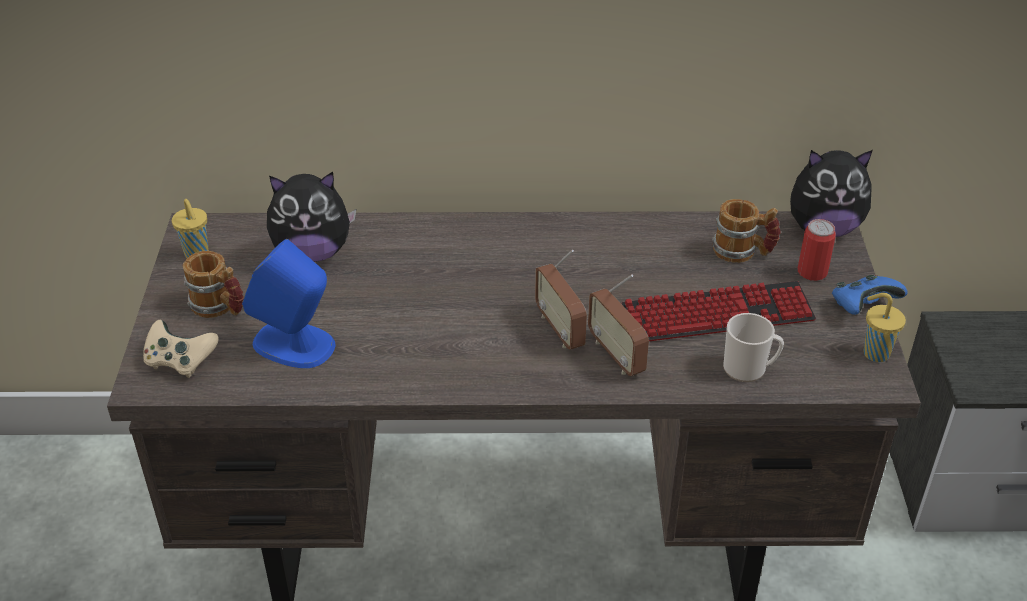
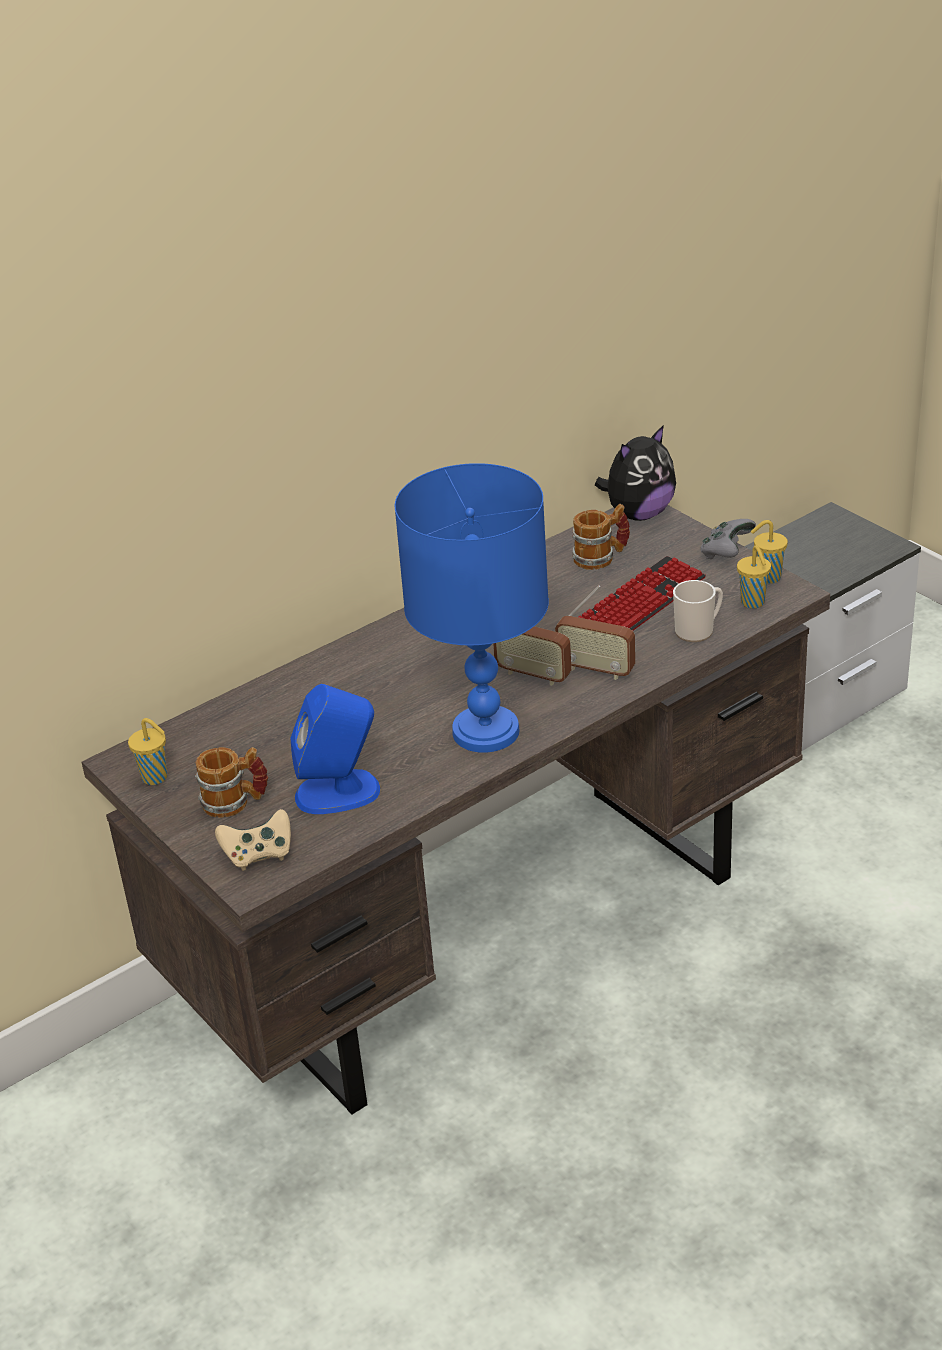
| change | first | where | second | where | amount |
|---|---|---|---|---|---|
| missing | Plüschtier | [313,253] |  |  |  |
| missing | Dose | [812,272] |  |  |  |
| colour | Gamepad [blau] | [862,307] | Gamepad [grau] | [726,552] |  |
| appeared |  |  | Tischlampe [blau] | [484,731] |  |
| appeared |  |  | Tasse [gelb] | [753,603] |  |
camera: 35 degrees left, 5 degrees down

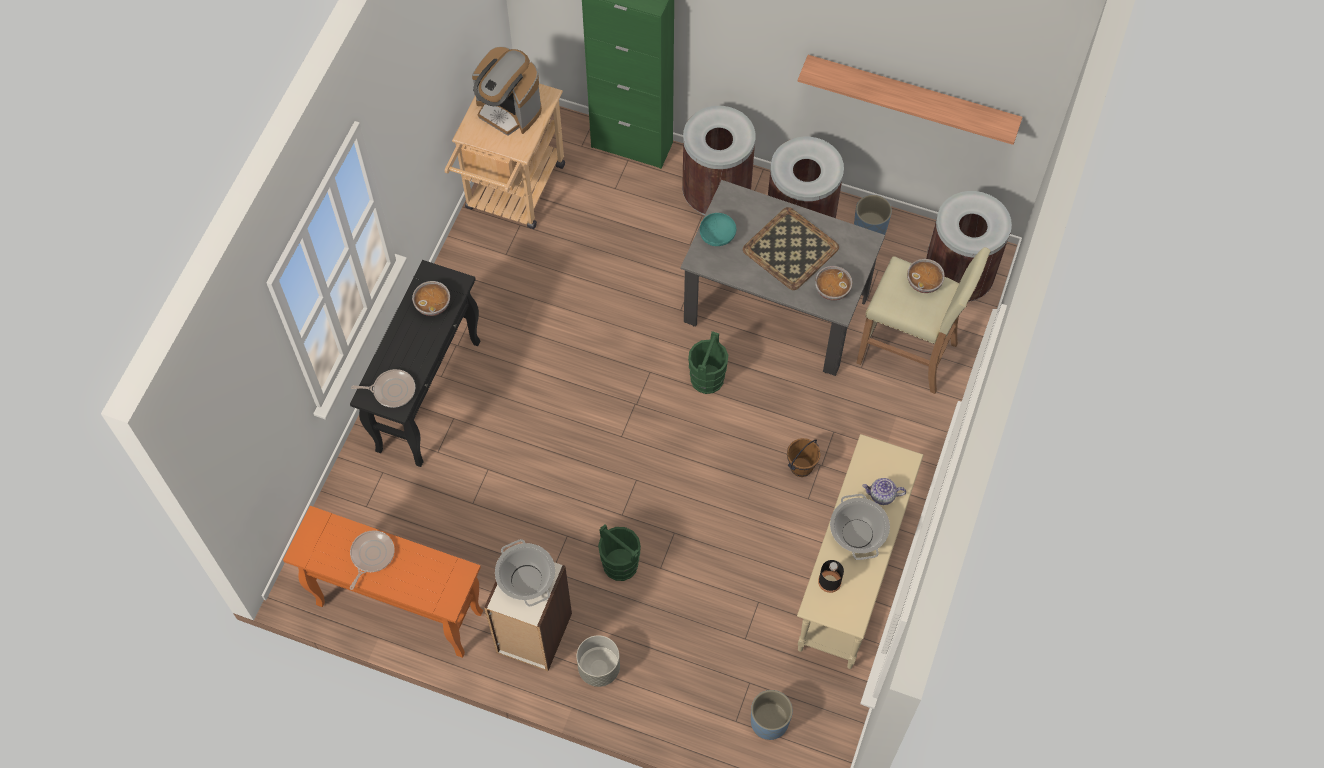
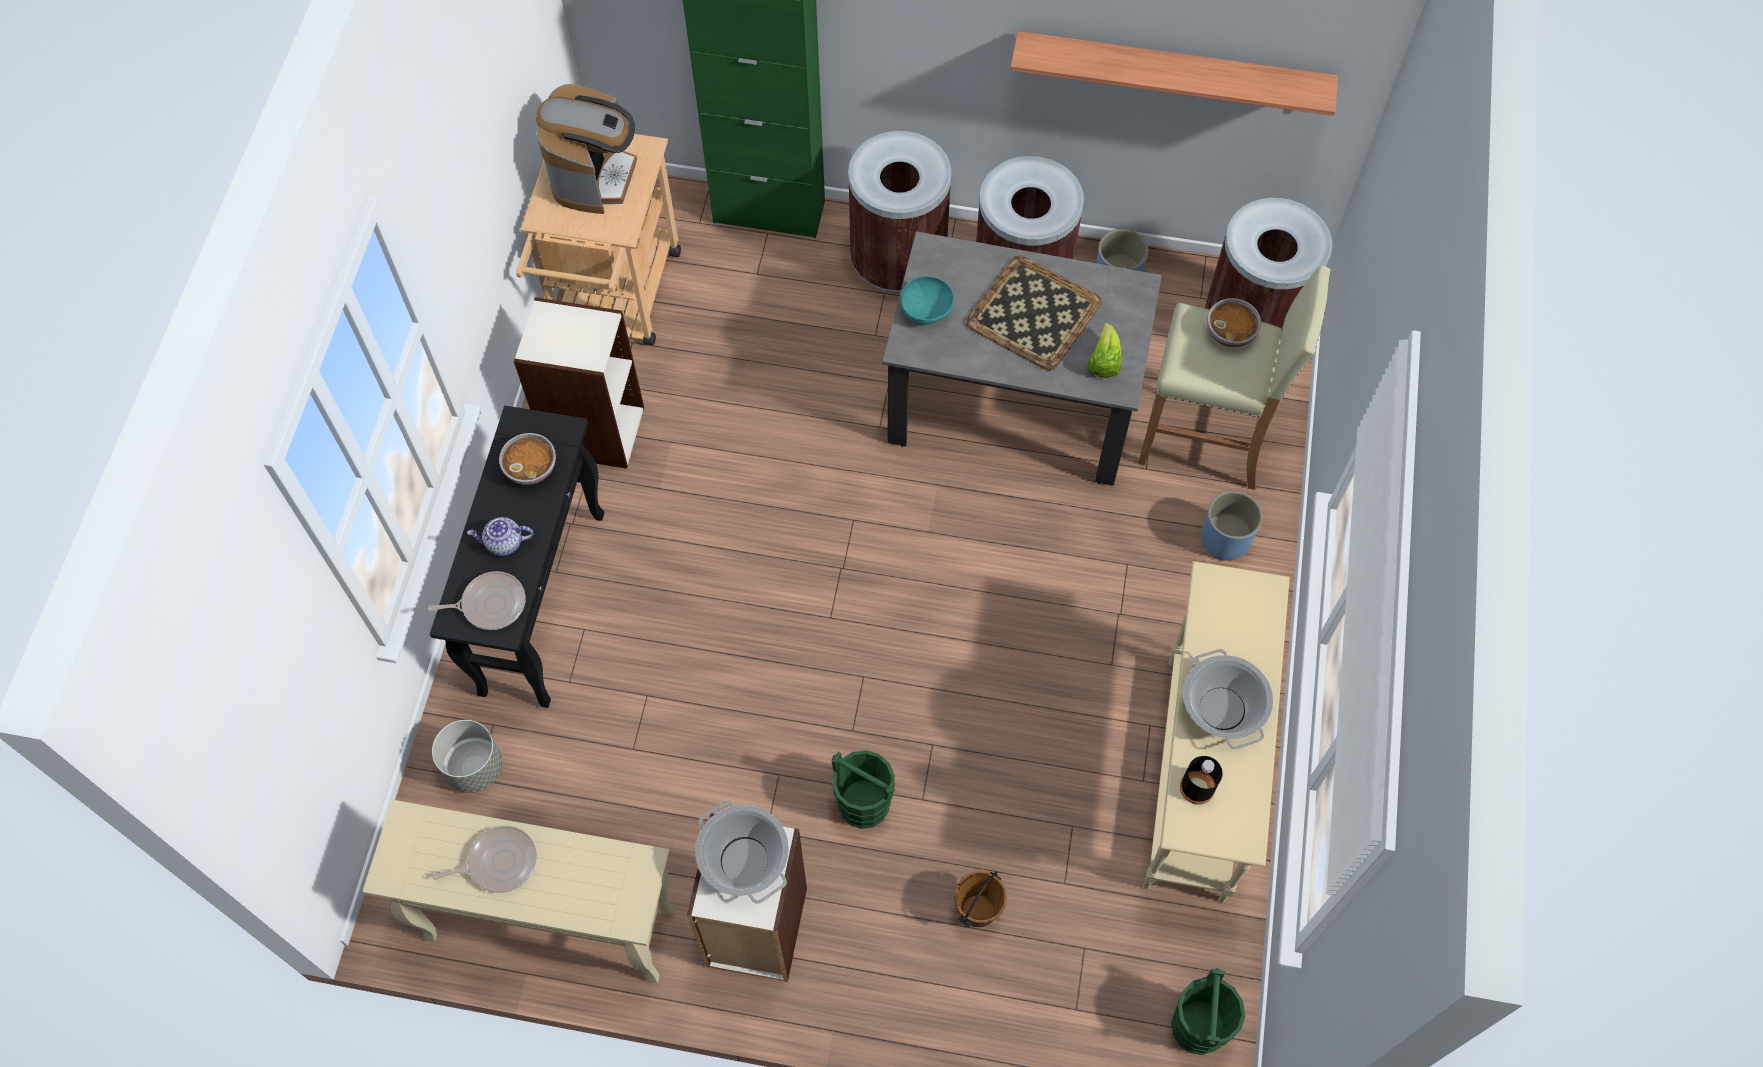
| change | first | where | second | where | amount |
|---|---|---|---|---|---|
| colour | Konsolentisch [orange] | [398,608] | Konsolentisch [beige] | [549,924] |  |
| spun | Pfanne | [371,555] |  | [499,862] | 60 degrees clockwise |
| spun | Kaffeemaschine | [508,110] |  | [595,177] | 105 degrees counterclockwise |
| relocated | Pflanzkübel [grau] | [598,668] |  | [473,768] |  |
| relocated | Eimer [grün] | [707,379] |  | [1198,1027] |  |
| relocated | Pflanzkübel [blau] | [769,722] |  | [1225,540] |  |
| relocated | Eimer [braun] | [801,467] |  | [978,911] |  |
| exchanged | Schüssel | [831,290] | Salatkopf | [1104,362] |  |
| relocated | Teekanne | [882,495] |  | [504,543] |  |
| appeared |  |  | Bücherregal | [594,431] |  |
camera: 10 degrees left, 0 degrees up

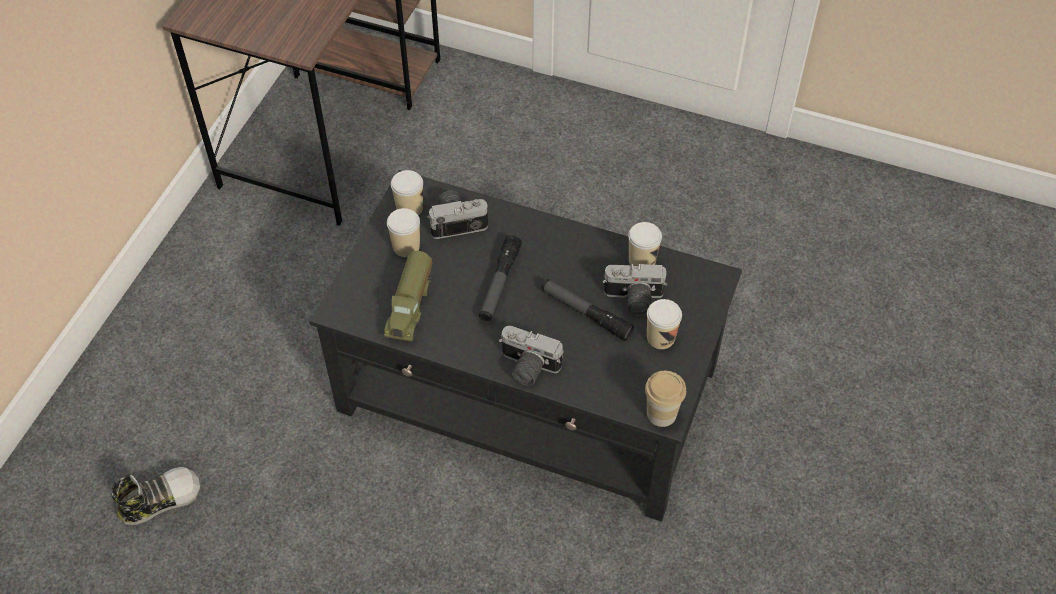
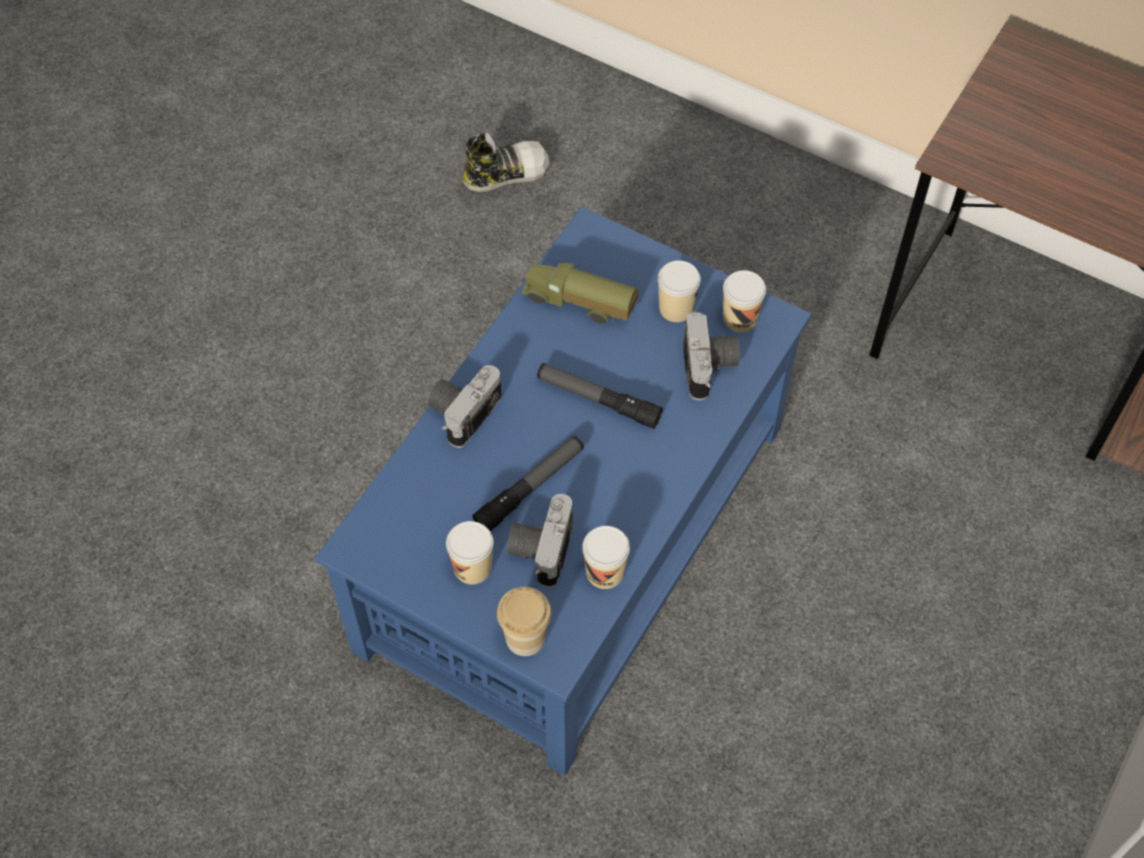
| change | first | where | second | where | amount |
|---|---|---|---|---|---|
| spun | Schuh | [159,500] |  | [505,172] | 90 degrees counterclockwise |
| colour | Couchtisch [schwarz] | [530,390] | Couchtisch [blau] | [572,537] |  |
| relocated | Tasse | [661,413] |  | [525,638] |  |
camera: 100 degrees right, 5 degrees up

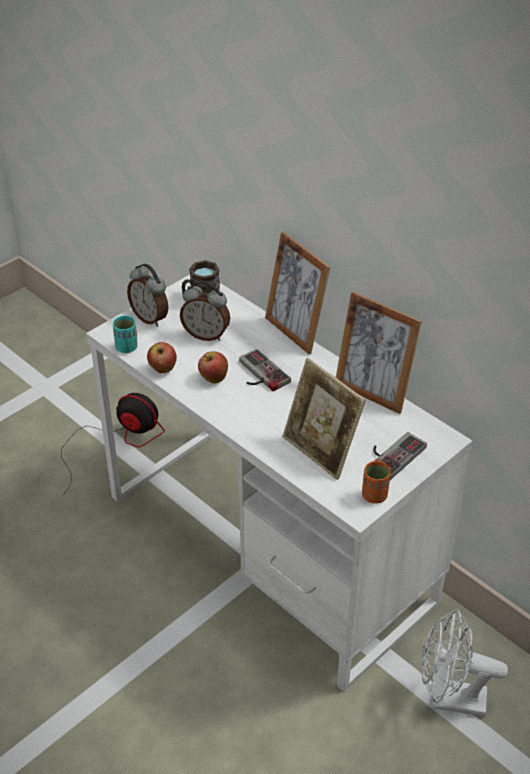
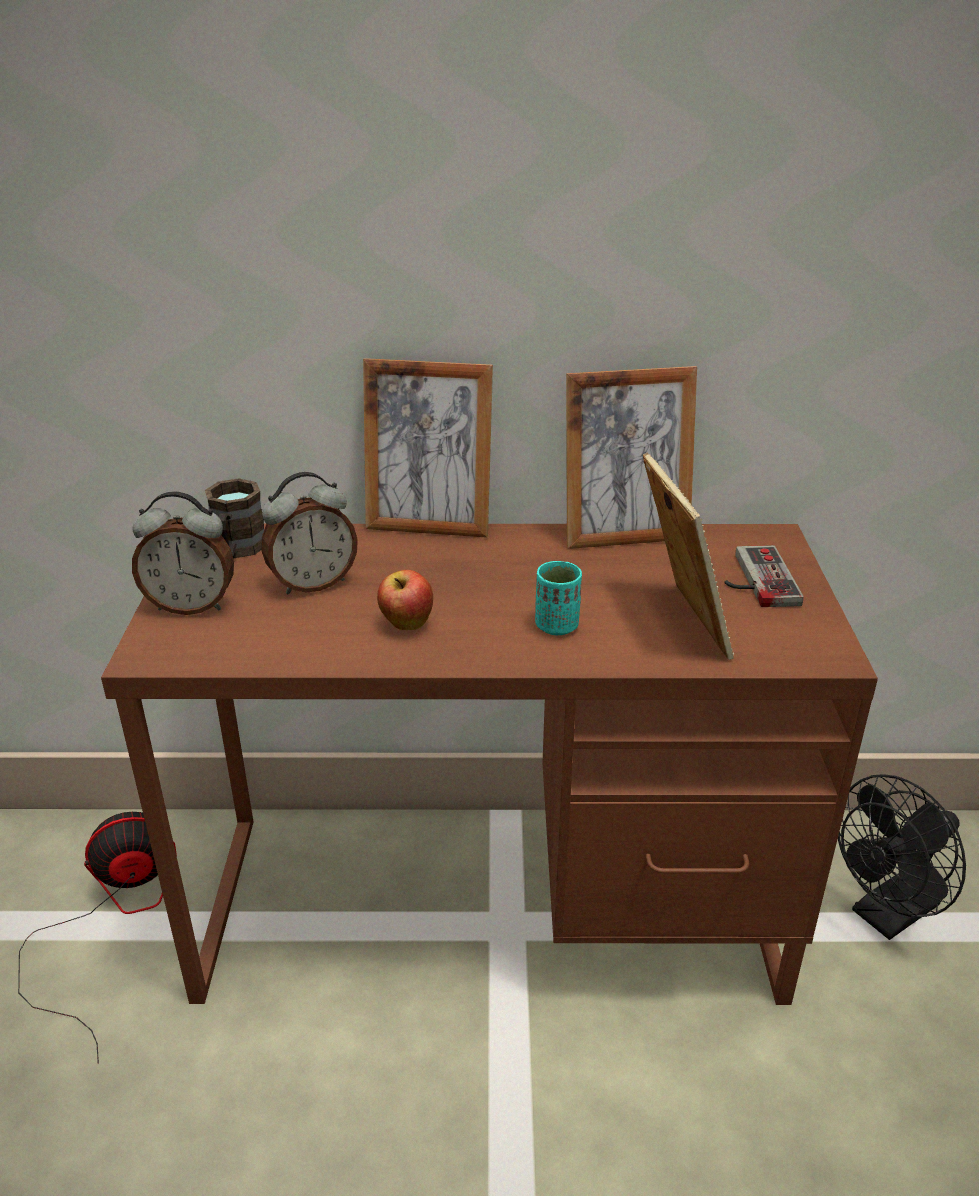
| change | first | where | second | where | amount |
|---|---|---|---|---|---|
| colour | Schreibtisch [weiß] | [268,548] | Schreibtisch [braun] | [491,906] |  |
| relocated | Tasse [türkis] | [126,347] |  | [557,626] |  |
| missing | Apfel | [163,369] |  |  |  |
| missing | Gamepad | [259,374] |  |  |  |
| spun | Bilderrahmen | [320,451] |  | [679,623] | 105 degrees counterclockwise |
| missing | Tasse [orange] | [374,496] |  |  |  |
| colour | Ventilator [weiß] | [449,699] | Ventilator [schwarz] | [887,916] |  |
camera: 45 degrees left, 10 degrees down

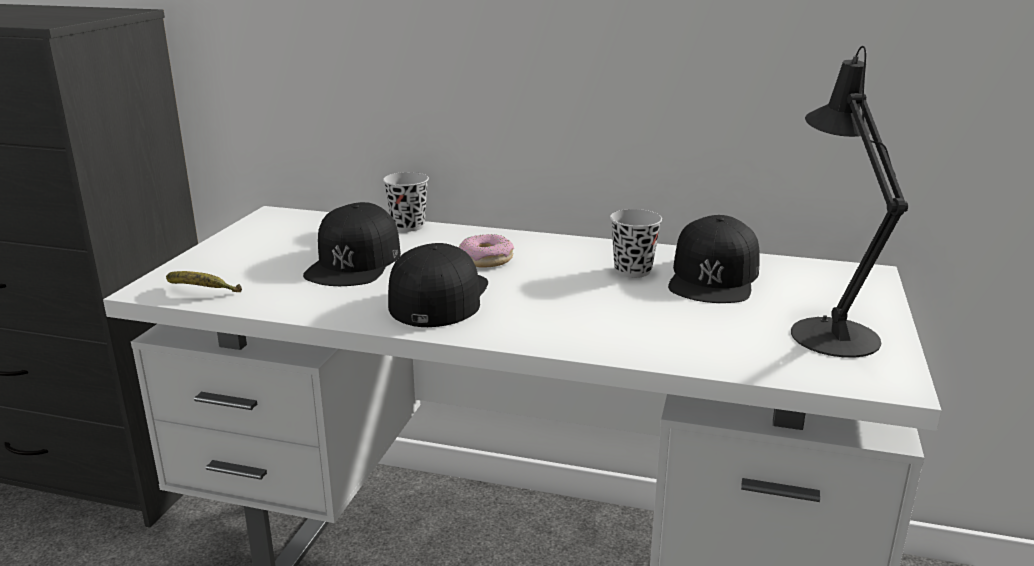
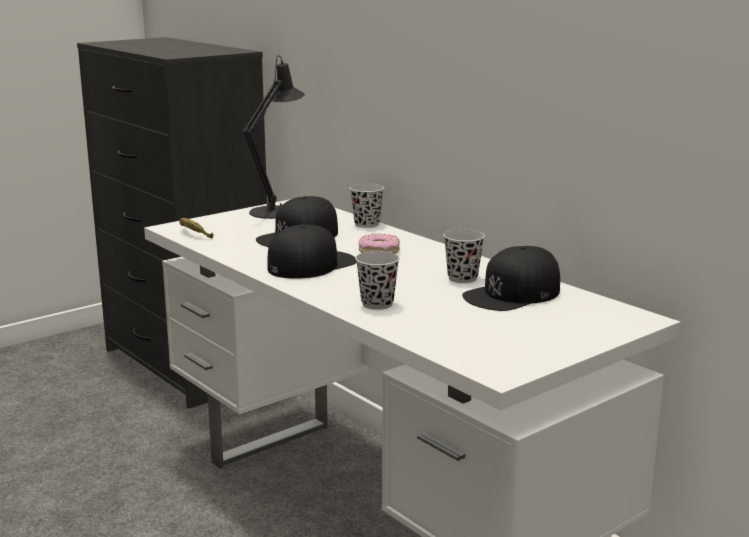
| change | first | where | second | where | amount |
|---|---|---|---|---|---|
| relocated | Tischlampe [schwarz] | [829,331] |  | [277,210] |  |
| appeared |  |  | Tasse [schwarz] | [377,304] |  |
camera: 35 degrees right, 5 degrees down

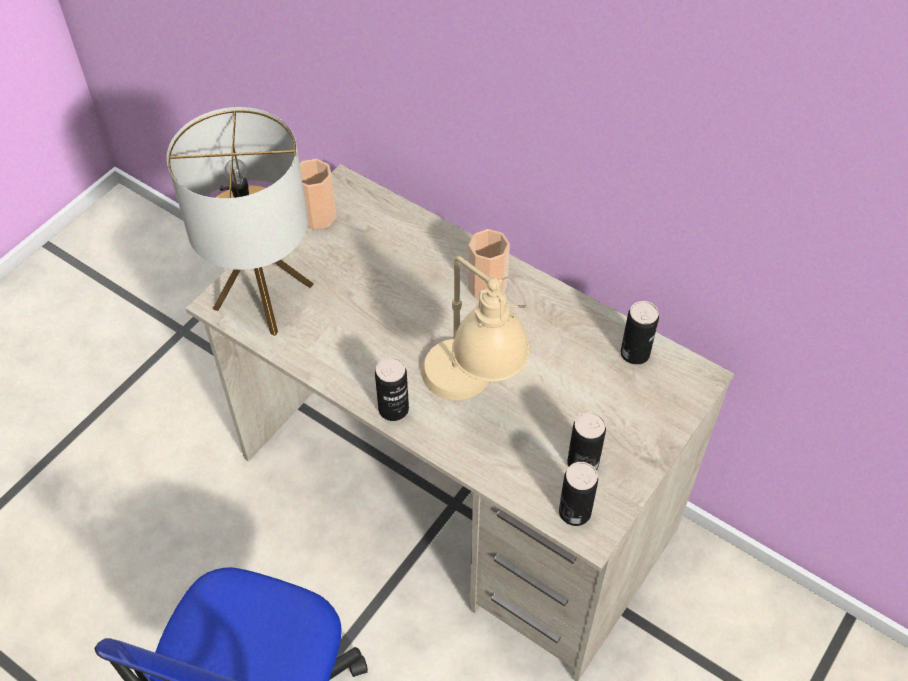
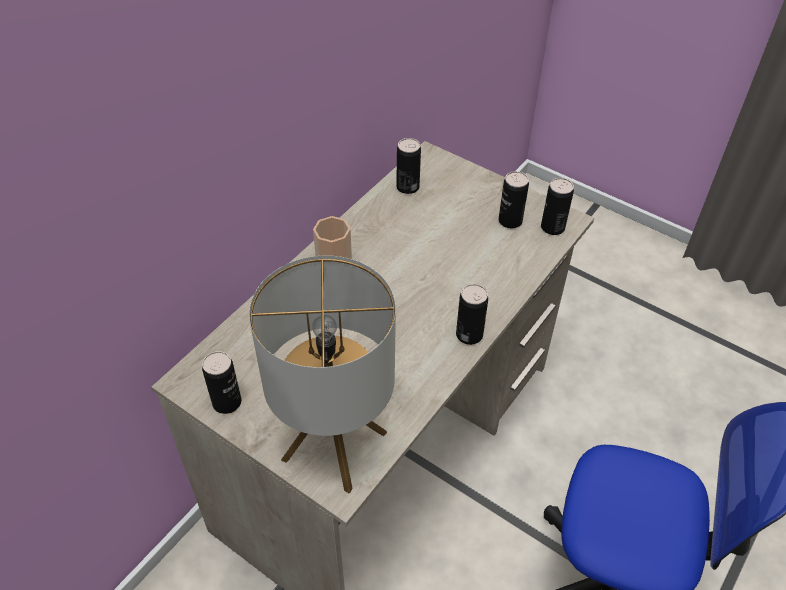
| change | first | where | second | where | amount |
|---|---|---|---|---|---|
| exchanged | Tasse | [318,216] | Dose | [227,402] |  |
| missing | Tischlampe [beige] | [473,393] |  |  |  |
camera: 90 degrees left, 5 degrees down

